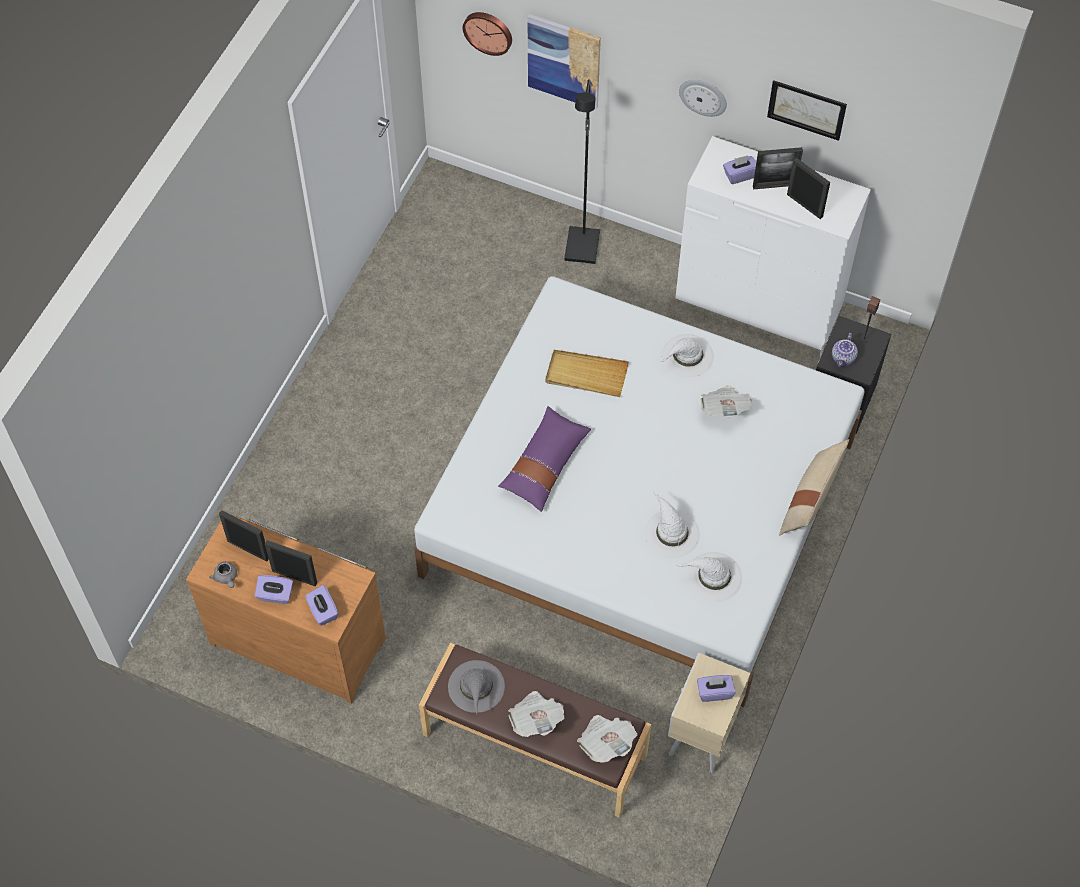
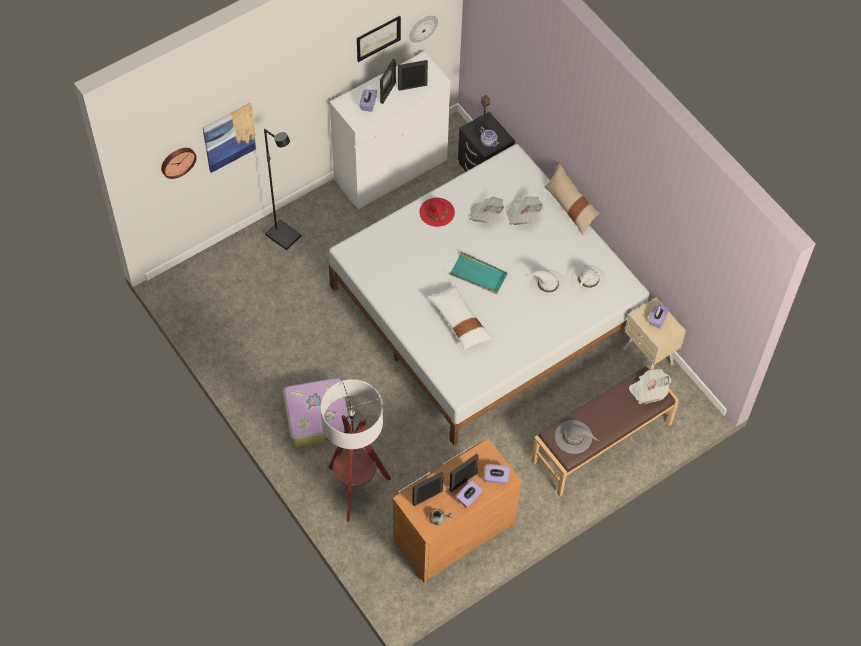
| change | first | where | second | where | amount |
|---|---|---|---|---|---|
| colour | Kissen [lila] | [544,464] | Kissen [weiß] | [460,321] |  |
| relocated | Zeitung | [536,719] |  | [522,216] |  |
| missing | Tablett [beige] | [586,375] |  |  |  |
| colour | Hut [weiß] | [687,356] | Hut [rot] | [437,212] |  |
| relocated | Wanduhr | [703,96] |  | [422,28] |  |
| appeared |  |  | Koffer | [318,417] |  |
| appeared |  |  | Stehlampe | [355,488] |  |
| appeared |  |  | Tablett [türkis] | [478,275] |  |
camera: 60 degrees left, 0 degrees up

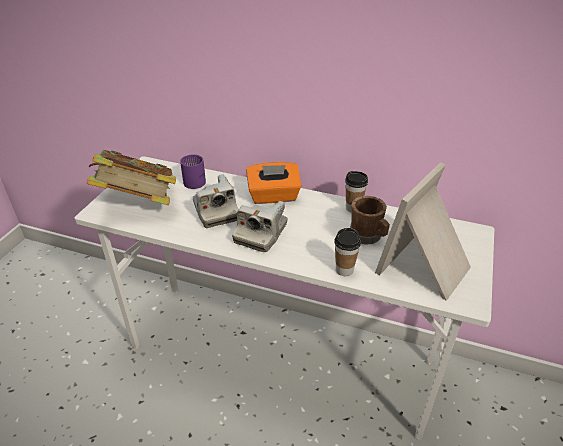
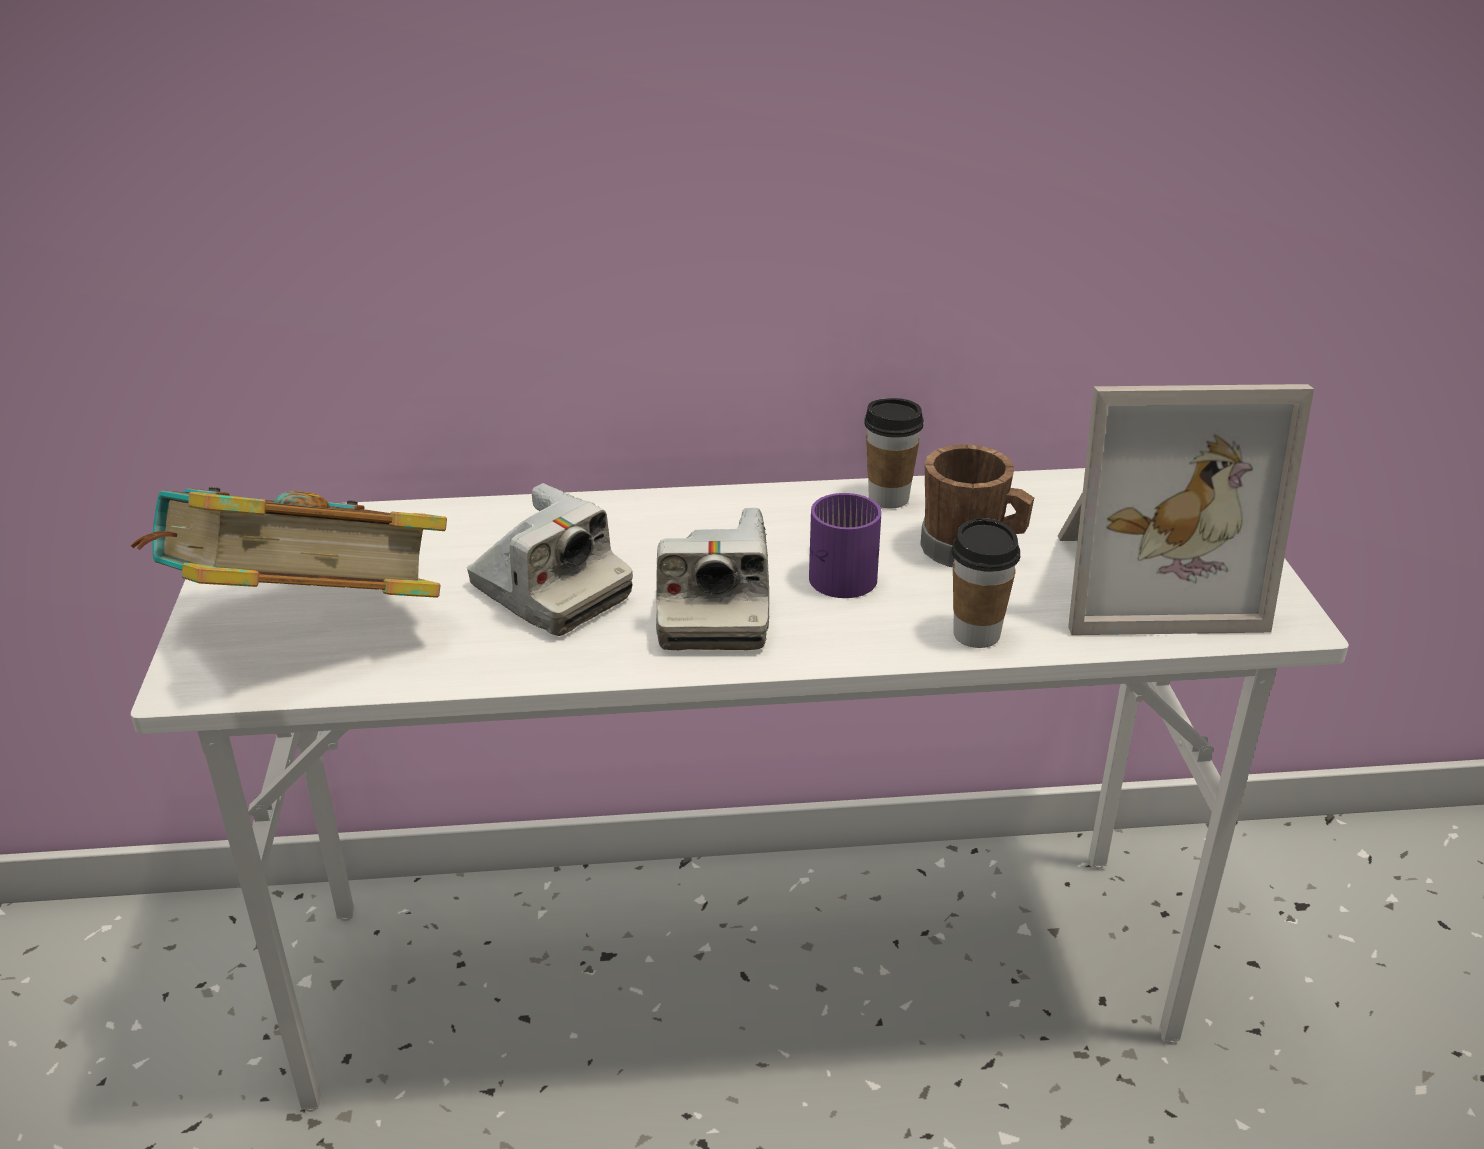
| change | first | where | second | where | amount |
|---|---|---|---|---|---|
| relocated | Henkelbecher [lila] | [197,180] |  | [842,570] |  |
| missing | Taschentuchbox [orange] | [273,196] |  |  |  |
| spun | Bilderrahmen | [426,268] |  | [1146,579] | 105 degrees counterclockwise |
camera: 25 degrees left, 5 degrees down

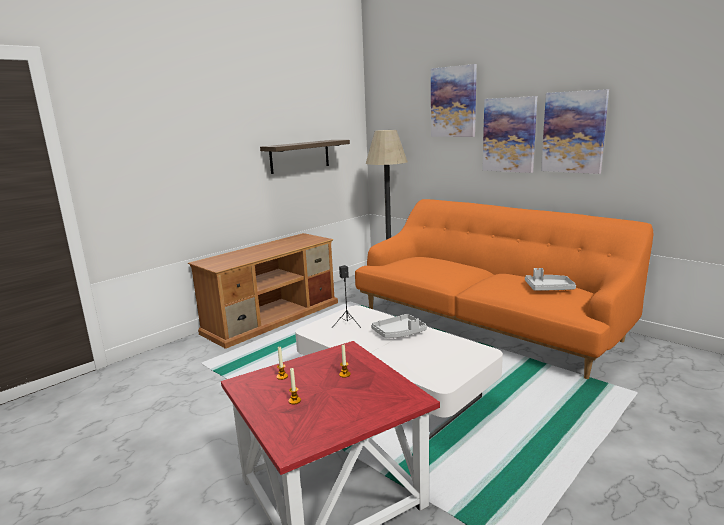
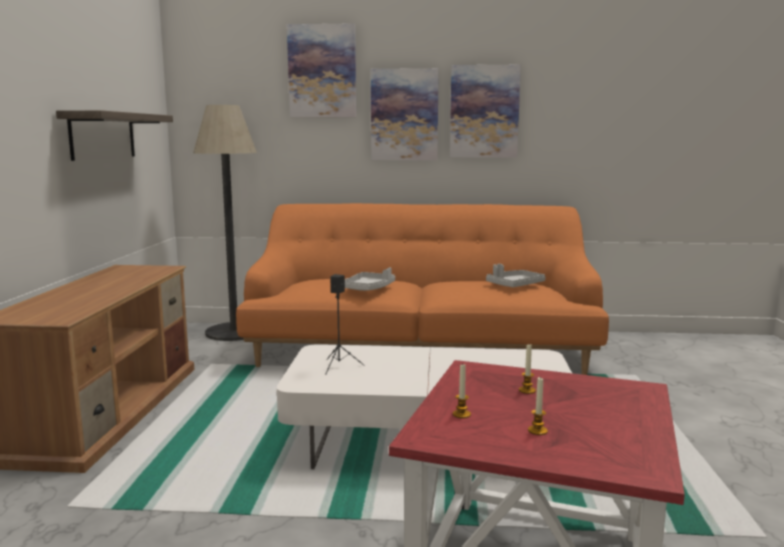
| change | first | where | second | where | amount |
|---|---|---|---|---|---|
| relocated | Tablett [grau] | [399,333] |  | [369,289] |  |
camera: 40 degrees left, 5 degrees down

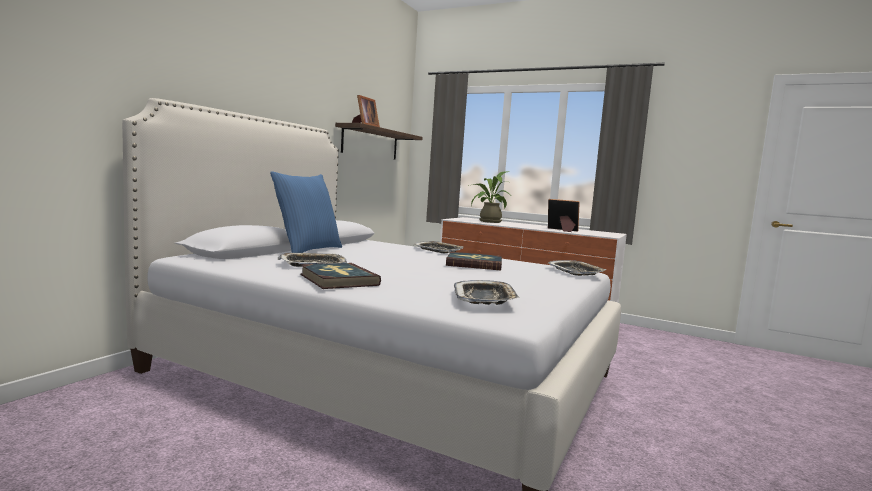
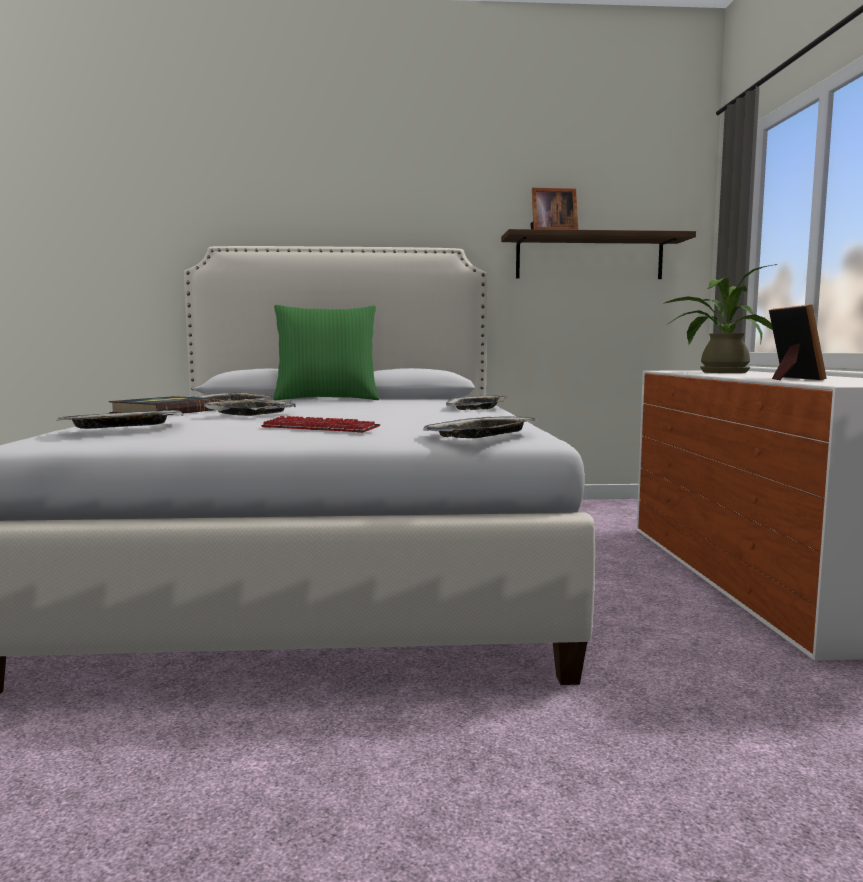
| change | first | where | second | where | amount |
|---|---|---|---|---|---|
| colour | Kissen [blau] | [307,250] | Kissen [grün] | [327,399] |  |
| missing | Buch | [474,264] |  |  |  |
| appeared |  |  | Tablett | [251,413] |  |
| appeared |  |  | Tastatur | [320,428] |  |
camera: 60 degrees right, 0 degrees up

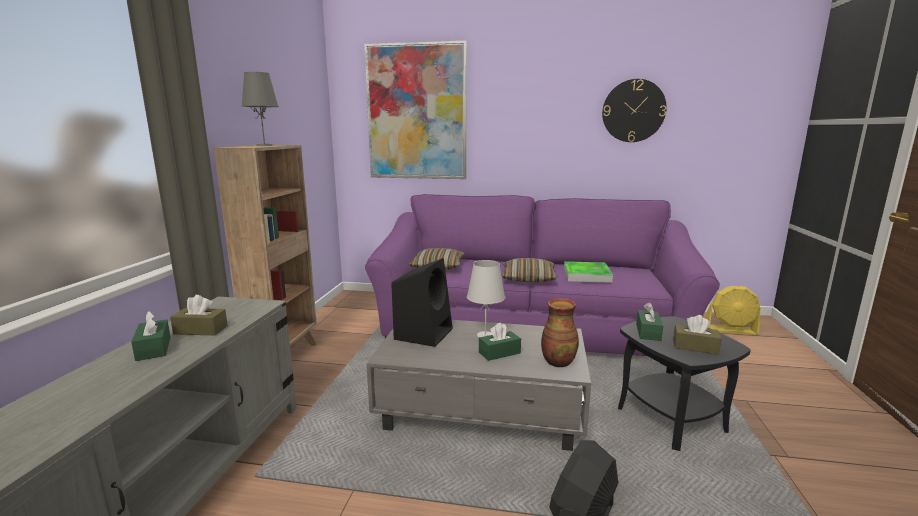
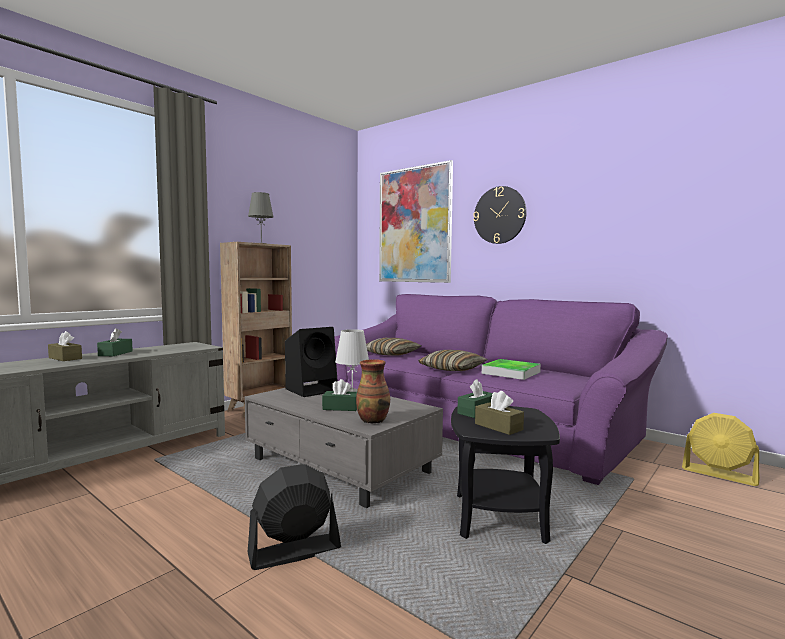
| change | first | where | second | where | amount |
|---|---|---|---|---|---|
| relocated | Taschentuchbox [braun] | [201,330] |  | [65,358] |  |
| relocated | Wanduhr | [633,111] |  | [499,215] |  |
camera: 30 degrees right, 10 degrees down

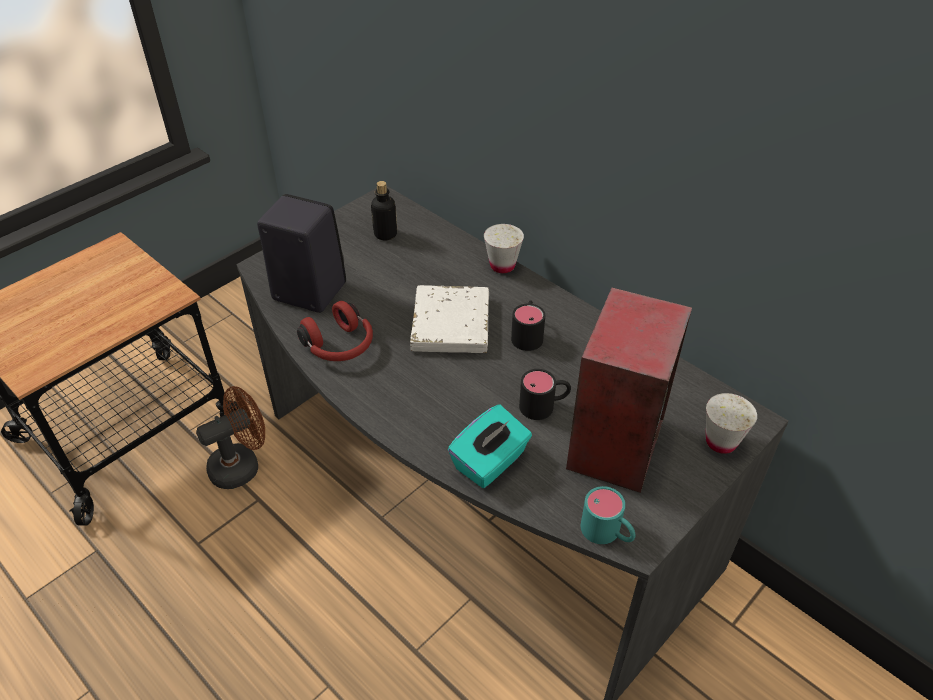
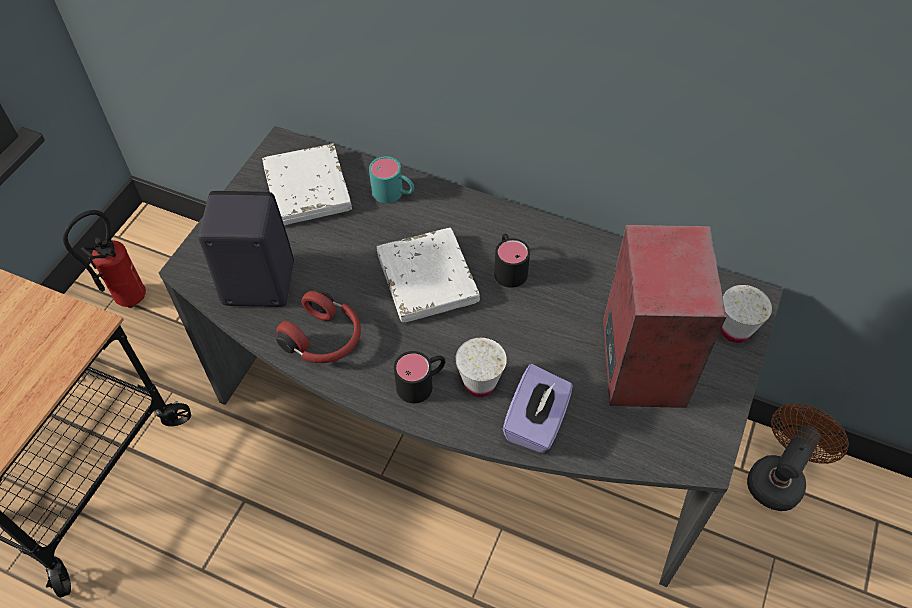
| change | first | where | second | where | amount |
|---|---|---|---|---|---|
| relocated | Ventilator [braun] | [242,465] |  | [778,477] |  |
| exchanged | Flasche | [385,234] | Buch [weiß] | [307,189] |  |
| colour | Taschentuchbox [türkis] | [490,462] | Taschentuchbox [lila] | [536,422] |  |
| relocated | Tasse [weiß] | [502,266] |  | [480,383] |  |
| relocated | Henkelbecher [schwarz] | [544,405] |  | [422,383] |  |
| relocated | Henkelbecher [türkis] | [607,533] |  | [394,193] |  |
| appeared |  |  | Feuerlöscher | [126,300] |  |
camera: 20 degrees left, 10 degrees up

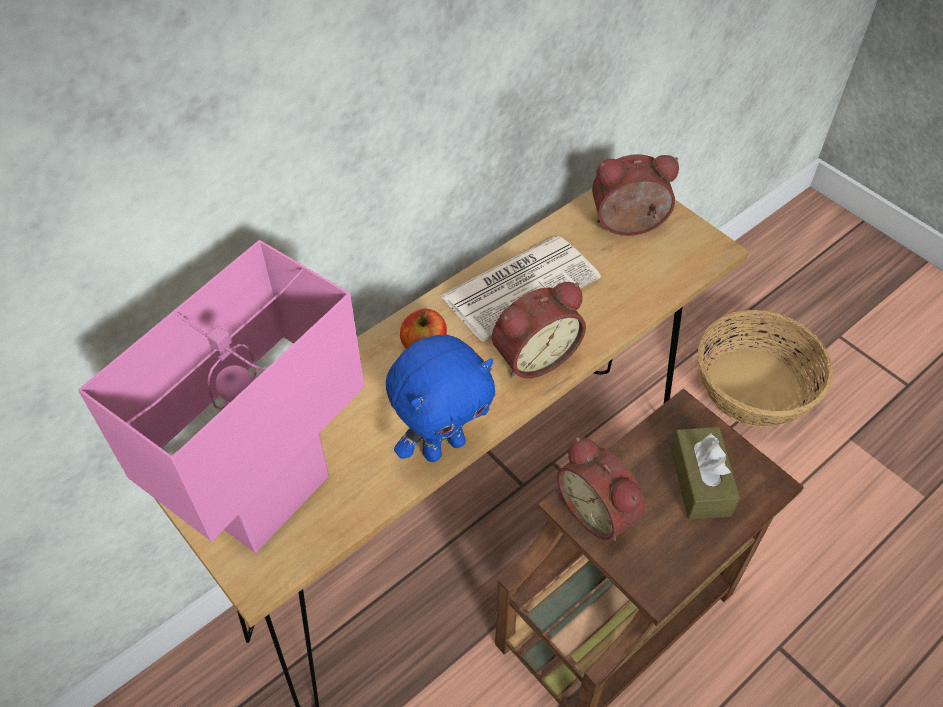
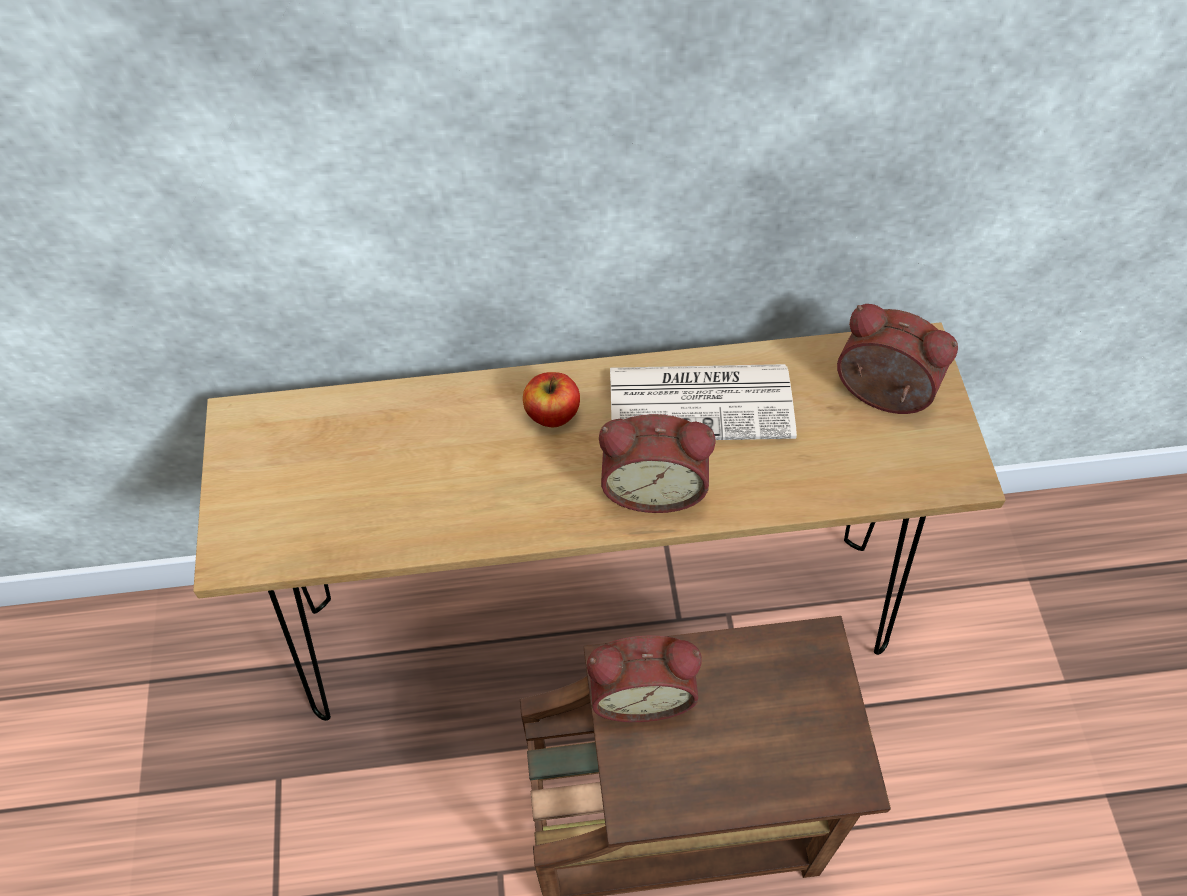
| change | first | where | second | where | amount |
|---|---|---|---|---|---|
| missing | Tischlampe [rosa] | [273,499] |  |  |  |
| missing | Plüschtier [blau] | [443,446] |  |  |  |
| spun | Wecker | [600,510] |  | [641,692] | 90 degrees counterclockwise |
| missing | Taschentuchbox [braun] | [700,481] |  |  |  |
| missing | Korb | [754,387] |  |  |  |
camera: 35 degrees right, 5 degrees up

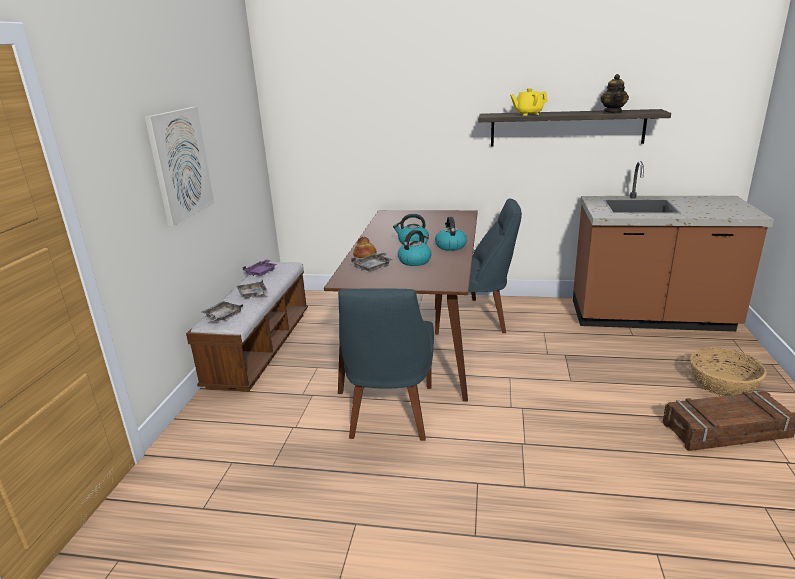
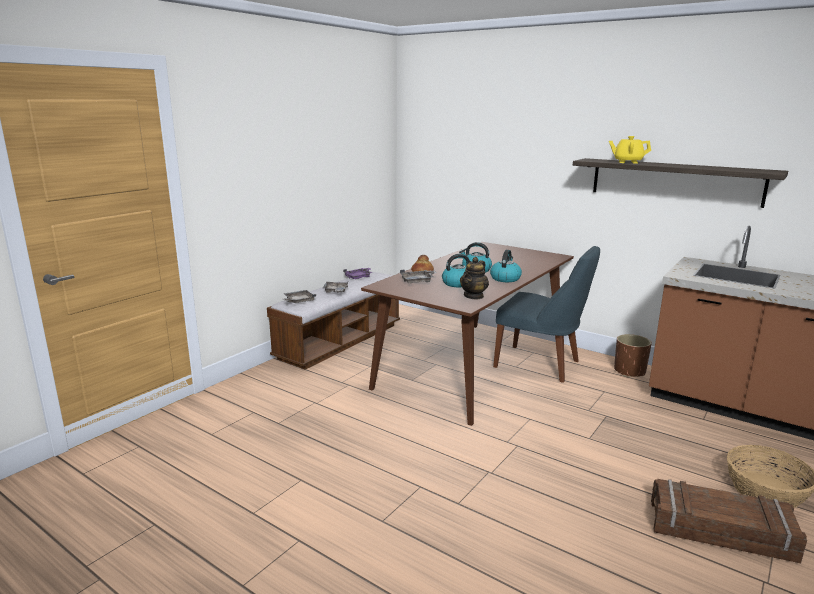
| change | first | where | second | where | amount |
|---|---|---|---|---|---|
| missing | Bild | [180,164] |  |  |  |
| missing | Stuhl [blau] | [390,414] |  |  |  |
| relocated | Teekanne | [613,112] |  | [474,296] |  |
| appeared |  |  | Pflanzkübel [braun] | [629,371] |  |
camera: 25 degrees right, 5 degrees down

